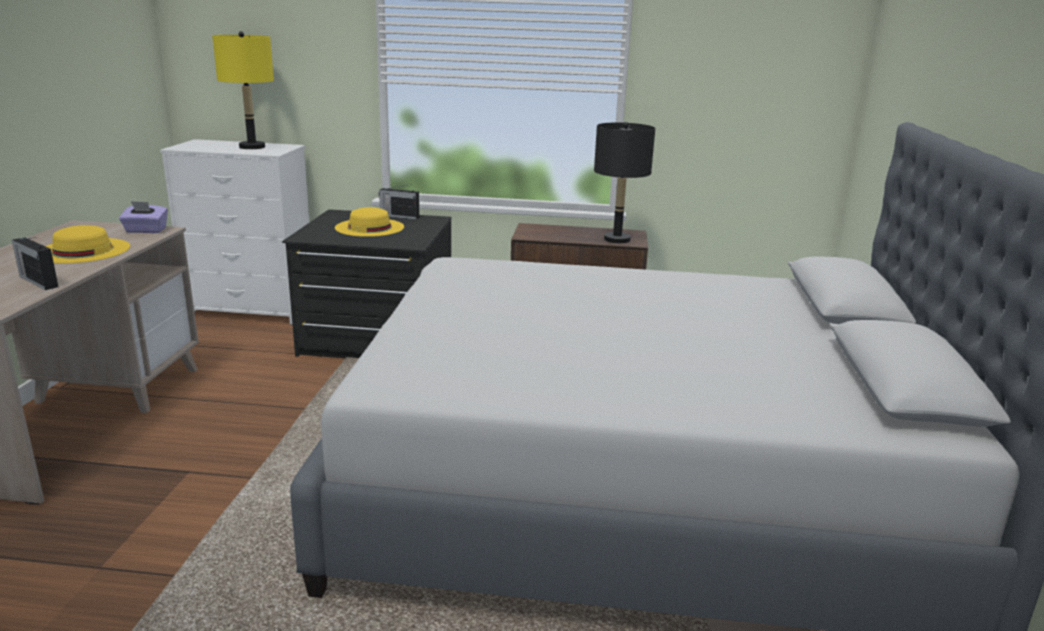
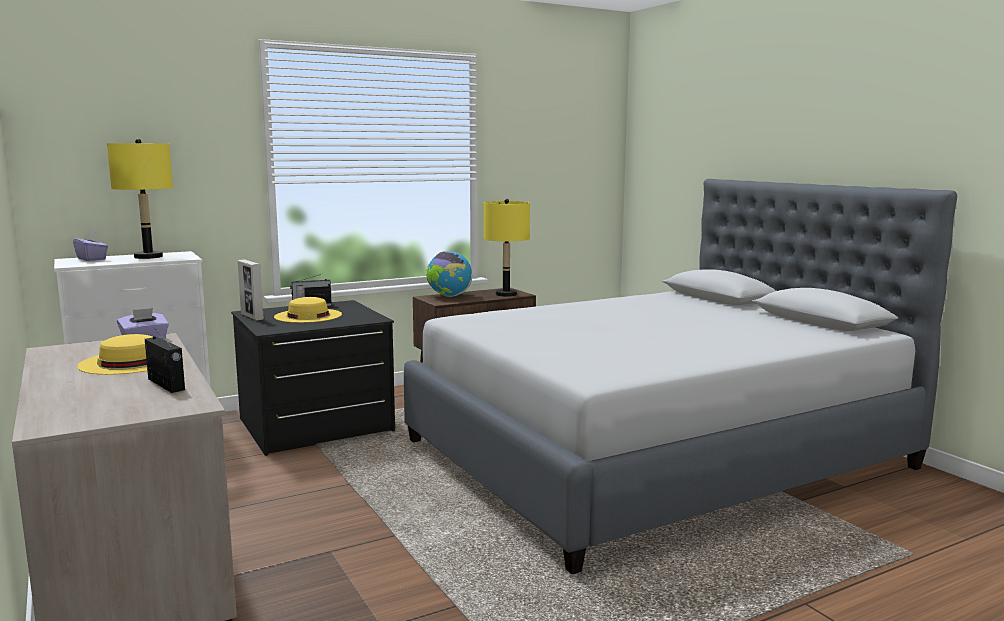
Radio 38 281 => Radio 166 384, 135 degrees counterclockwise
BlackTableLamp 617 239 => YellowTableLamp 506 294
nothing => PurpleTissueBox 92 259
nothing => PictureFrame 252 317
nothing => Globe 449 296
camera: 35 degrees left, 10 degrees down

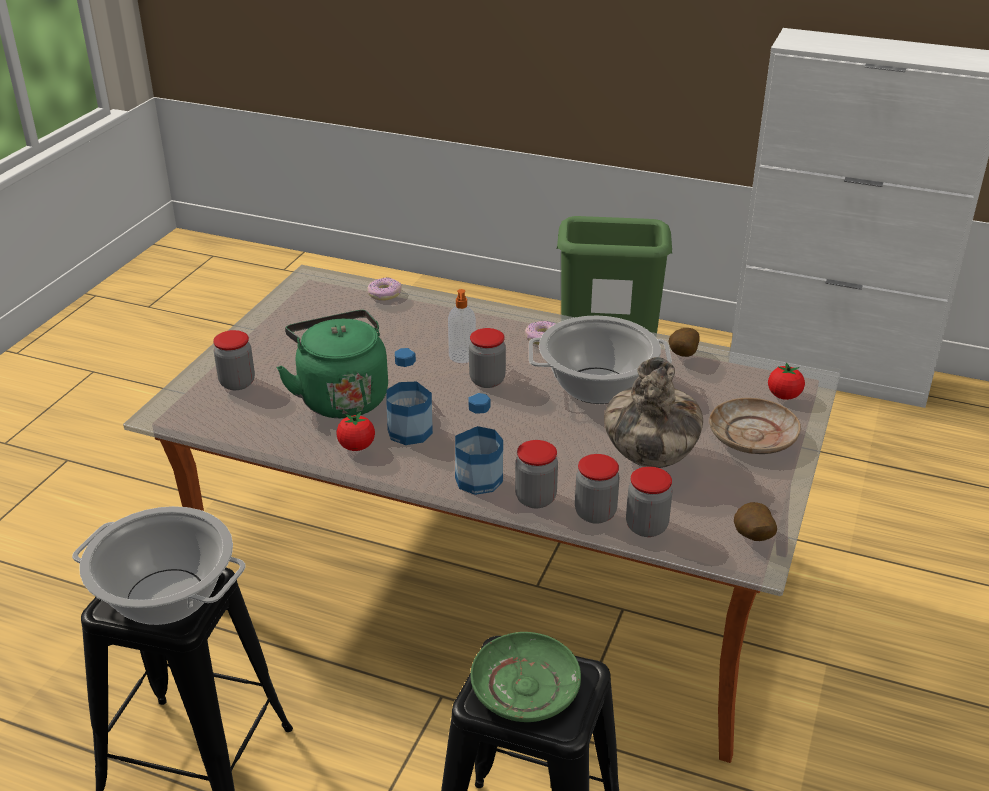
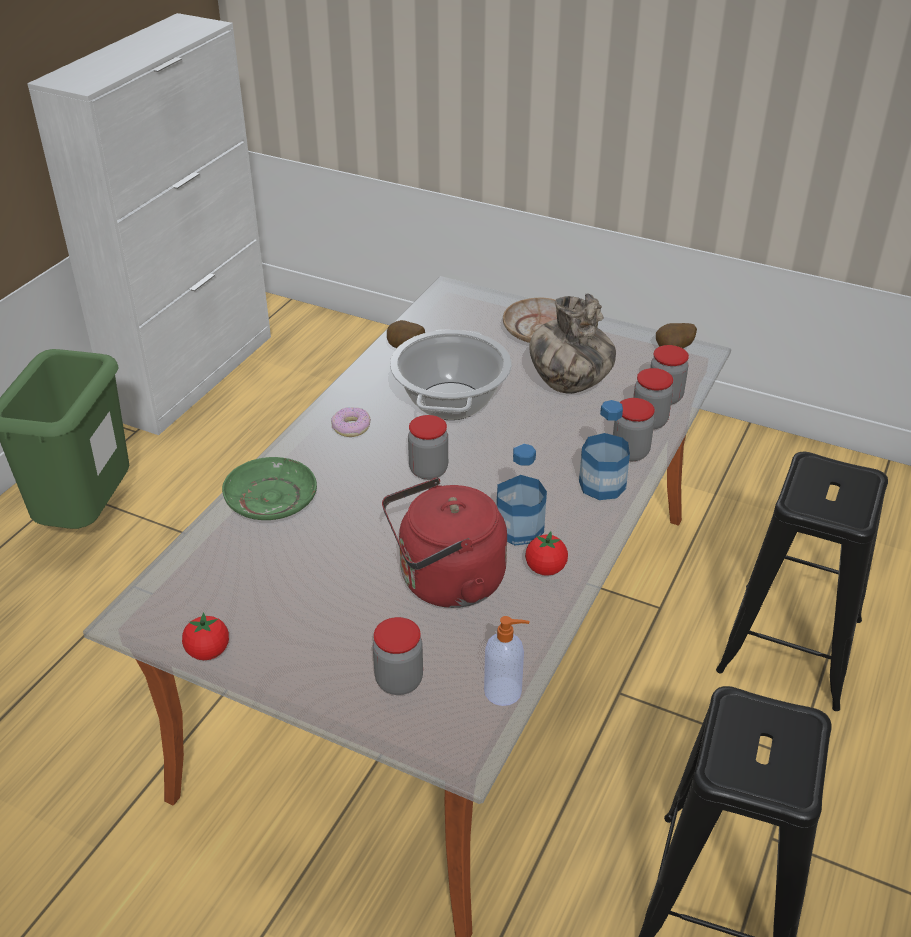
CookingPot 167 597 => nothing
GreenKettle 341 397 => RedKettle 446 582
Donut 384 294 => nothing
SoapDispenser 462 357 => SoapDispenser 504 691, relocated
GreenPlate 526 688 => GreenPlate 271 499, relocated
Tomato 784 396 => Tomato 208 651, relocated
camera: 85 degrees left, 5 degrees up

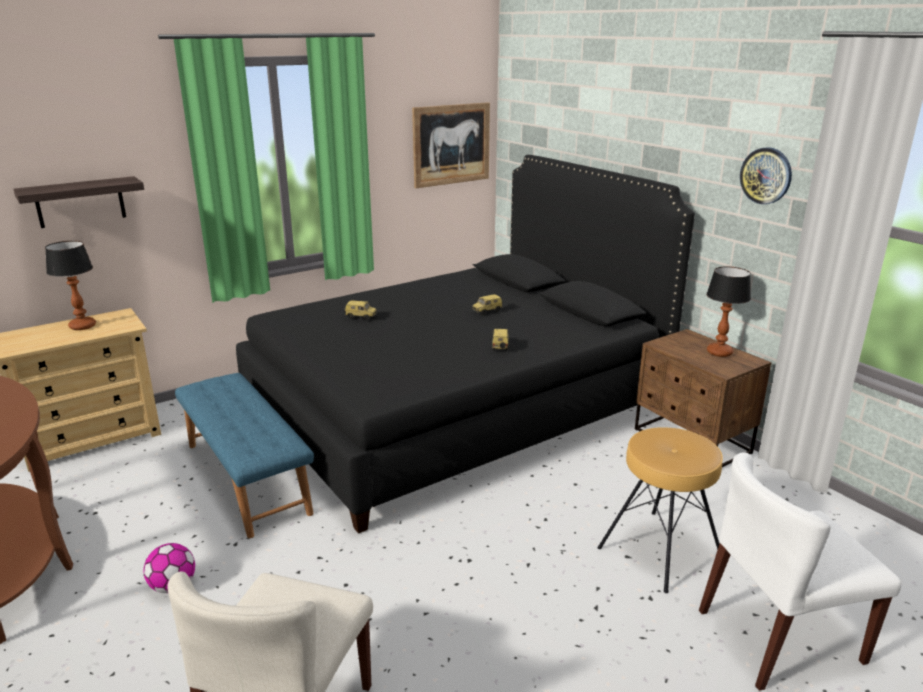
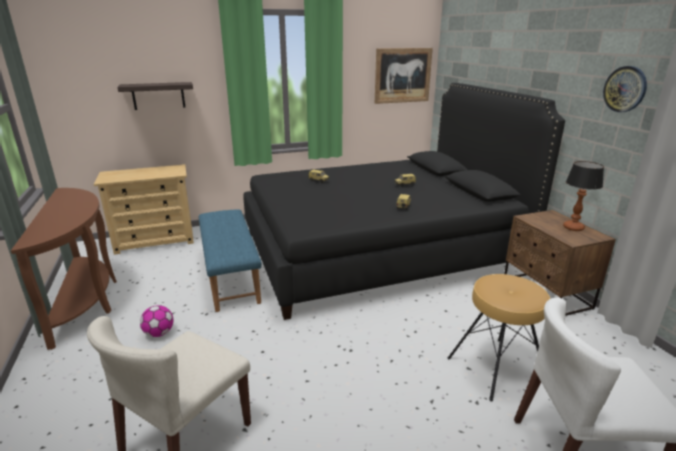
TableLamp 82 326 => nothing
camera: 15 degrees right, 0 degrees up

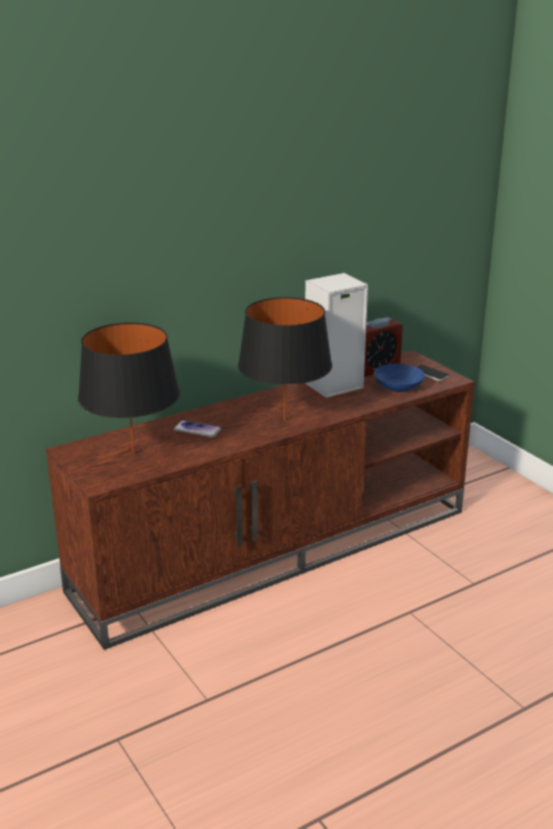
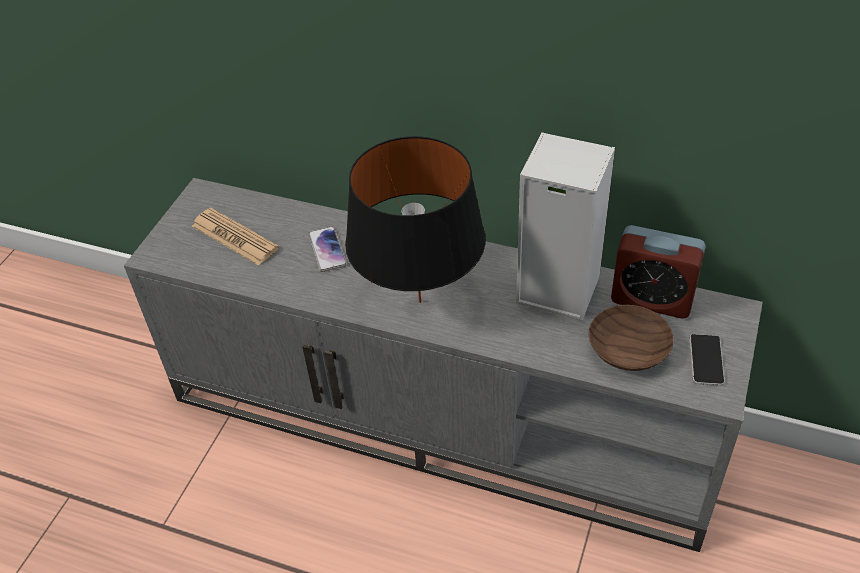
BrownTvStand 275 548 => GreyTvStand 443 418
BlackTableLamp 133 453 => Newspaper 234 237
BlueBowl 397 386 => BrownBowl 626 349
camera: 55 degrees right, 20 degrees up

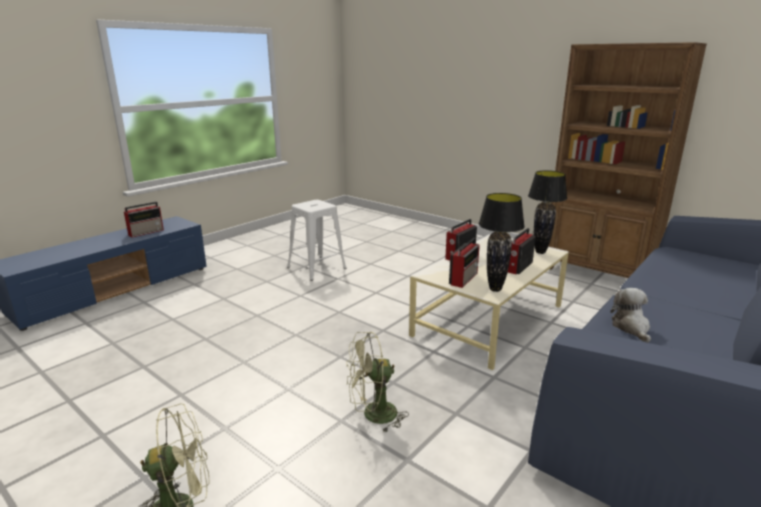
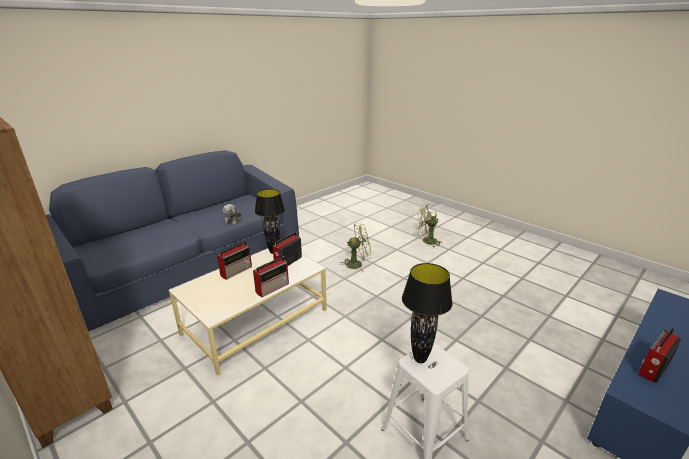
BlackTableLamp 540 252 => BlackTableLamp 420 359, relocated
camera: 175 degrees left, 5 degrees up

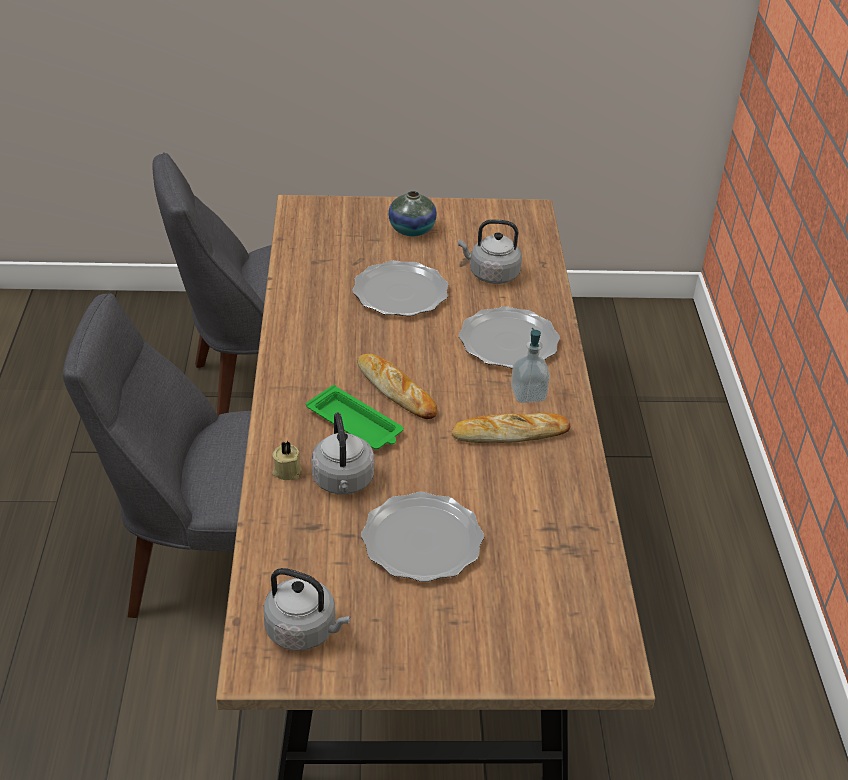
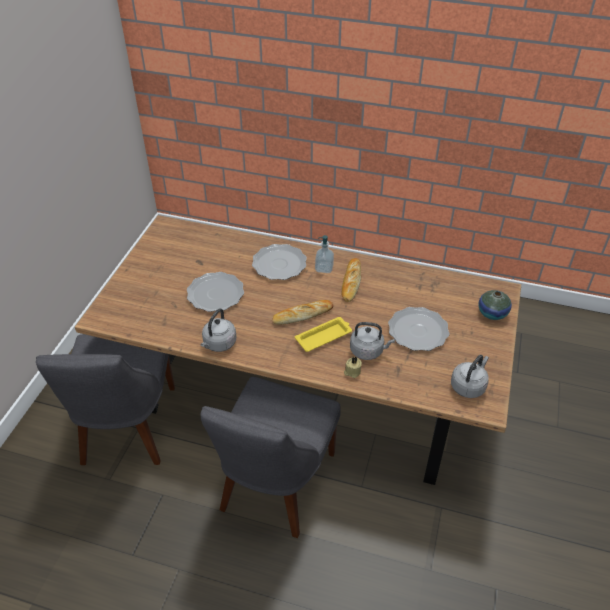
GreenTray 356 424 => YellowTray 324 336
Vase 411 230 => Vase 492 313, relocated
GreyKettle 491 274 => GreyKettle 219 344, relocated
camera: 70 degrees left, 5 degrees up

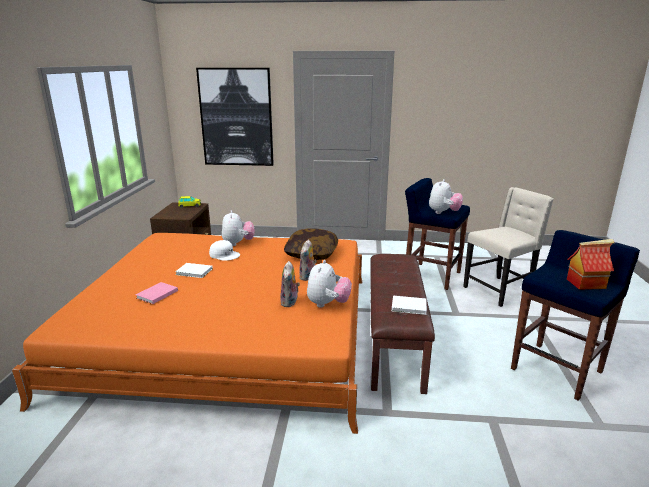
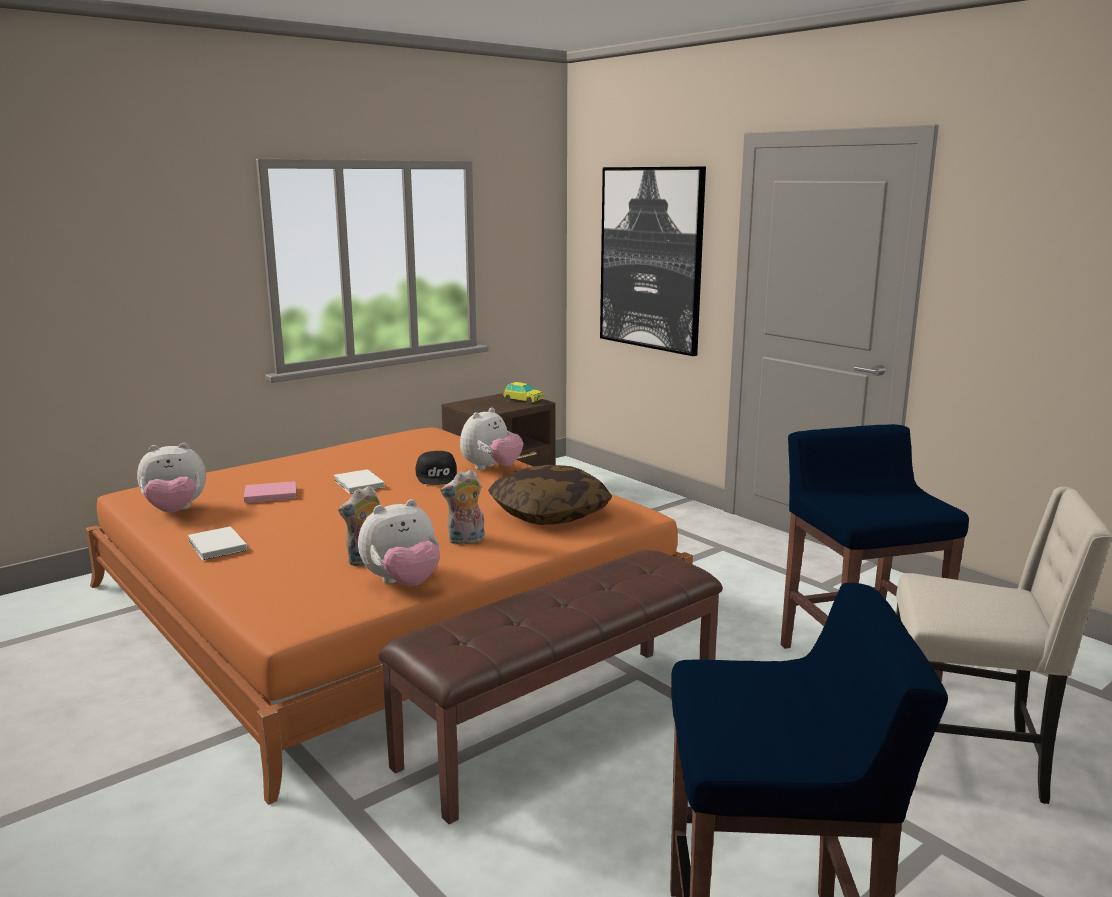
WhiteCap 224 255 => BlackCap 438 476
WhiteBook 410 307 => WhiteBook 216 546, relocated
PlushToy 443 212 => PlushToy 175 511, relocated
ToyHouse 586 283 => nothing
camera: 45 degrees right, 5 degrees down

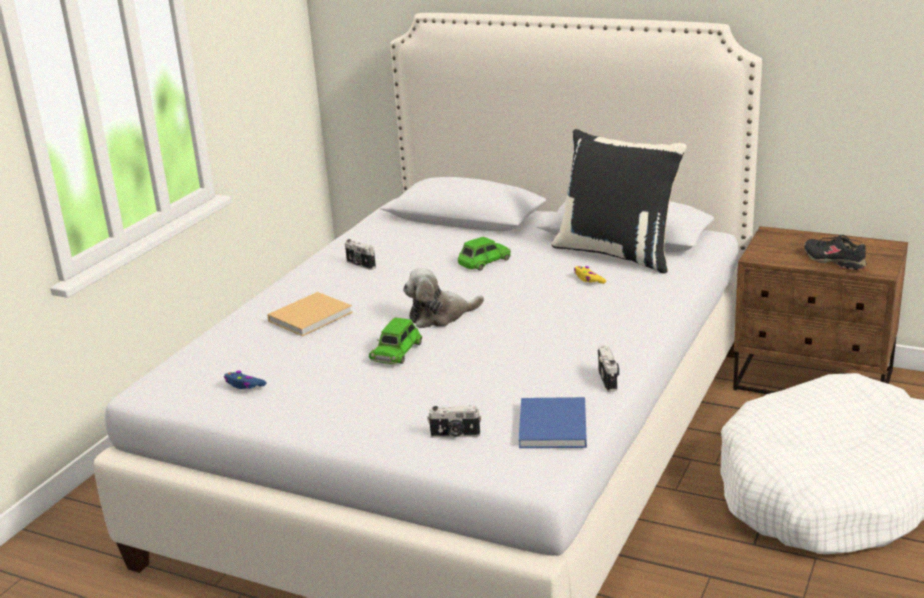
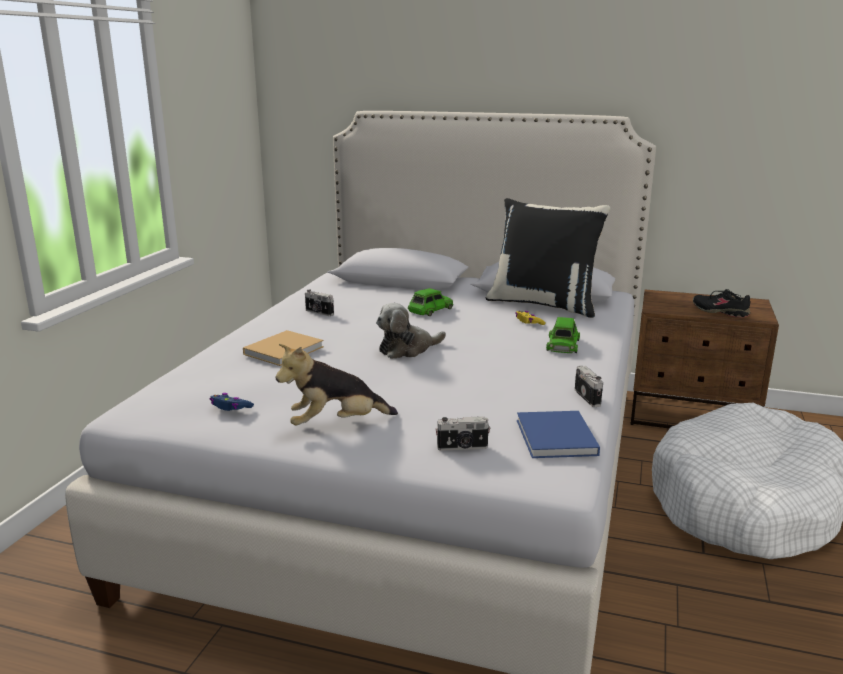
GreenToyCar 396 351 => GreenToyCar 562 345, relocated
nothing => PlushToy 336 424
camera: 10 degrees left, 5 degrees down

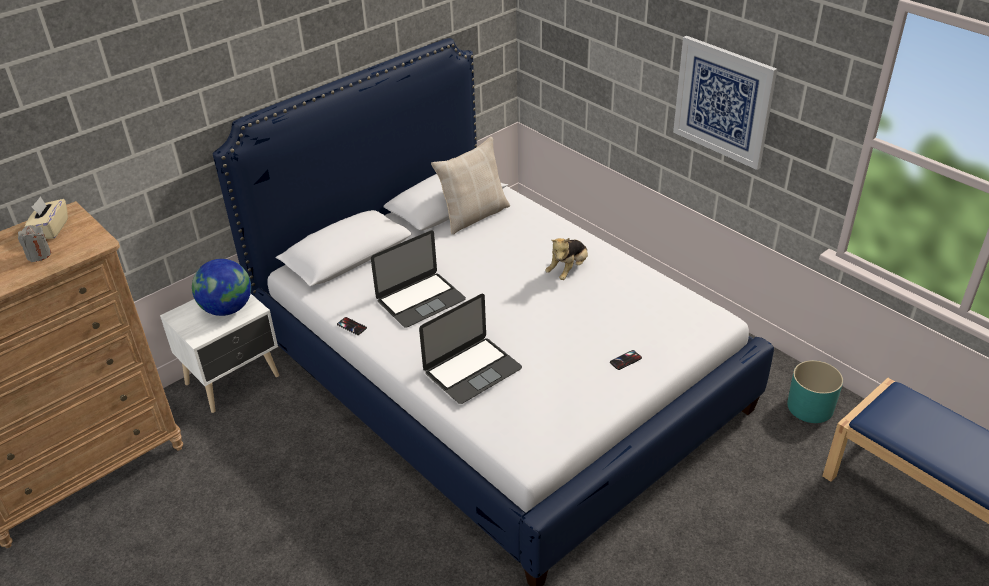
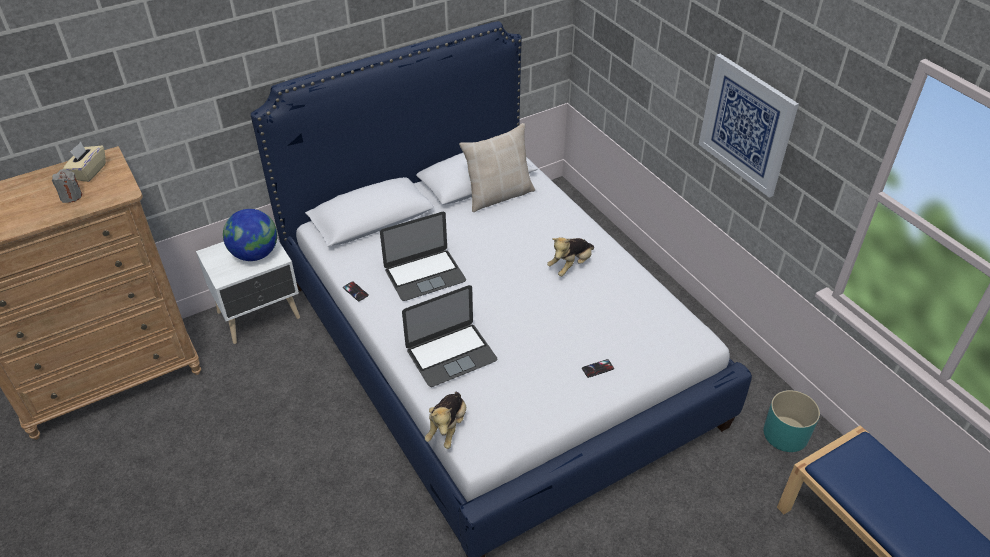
nothing => PlushToy 447 427
camera: 10 degrees right, 5 degrees up

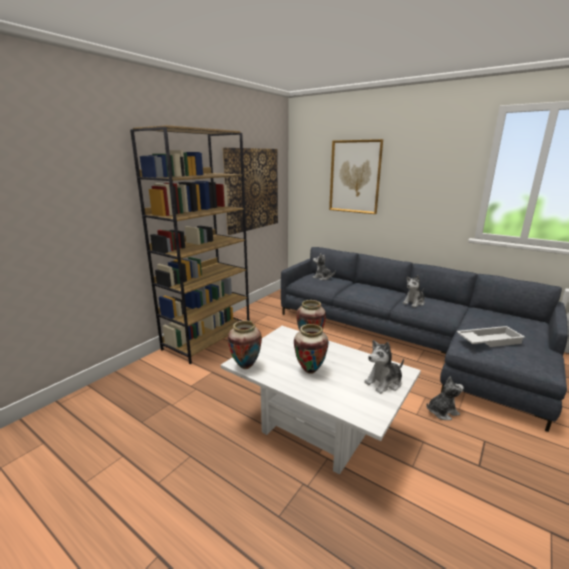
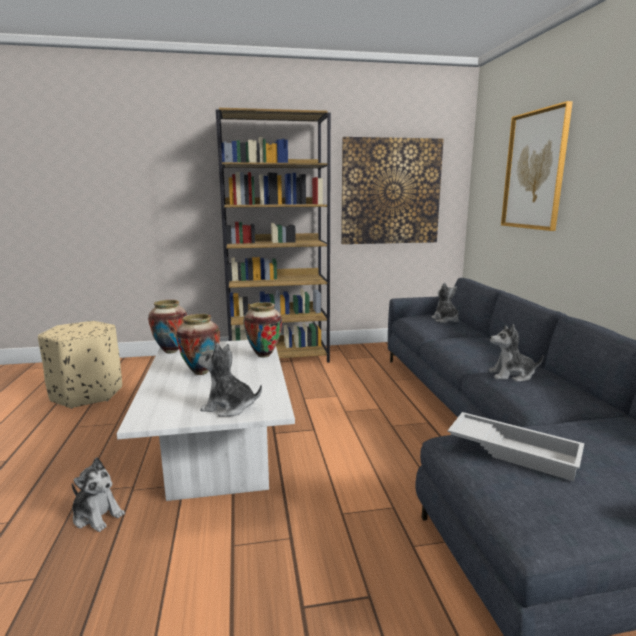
PlushToy 442 412 => PlushToy 97 515, relocated
nothing => BeigeOttoman 87 394
camera: 45 degrees right, 5 degrees down

